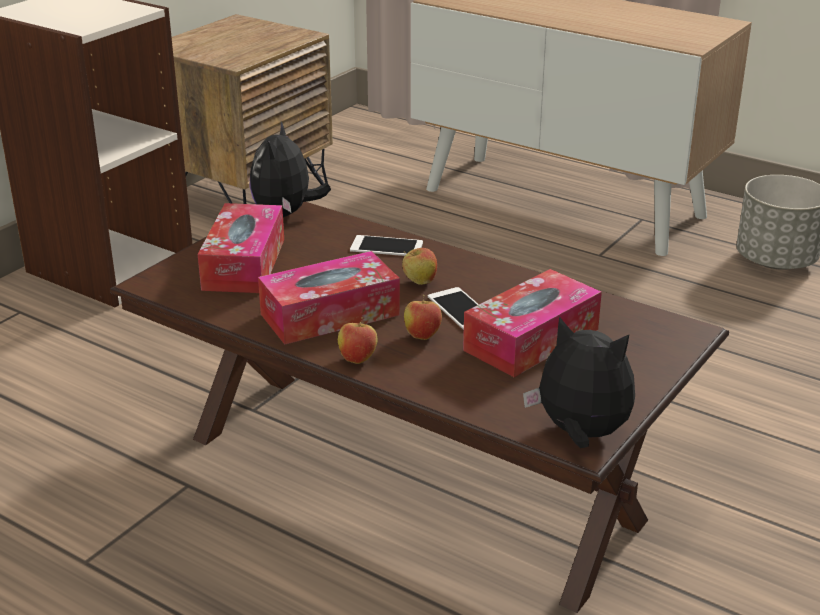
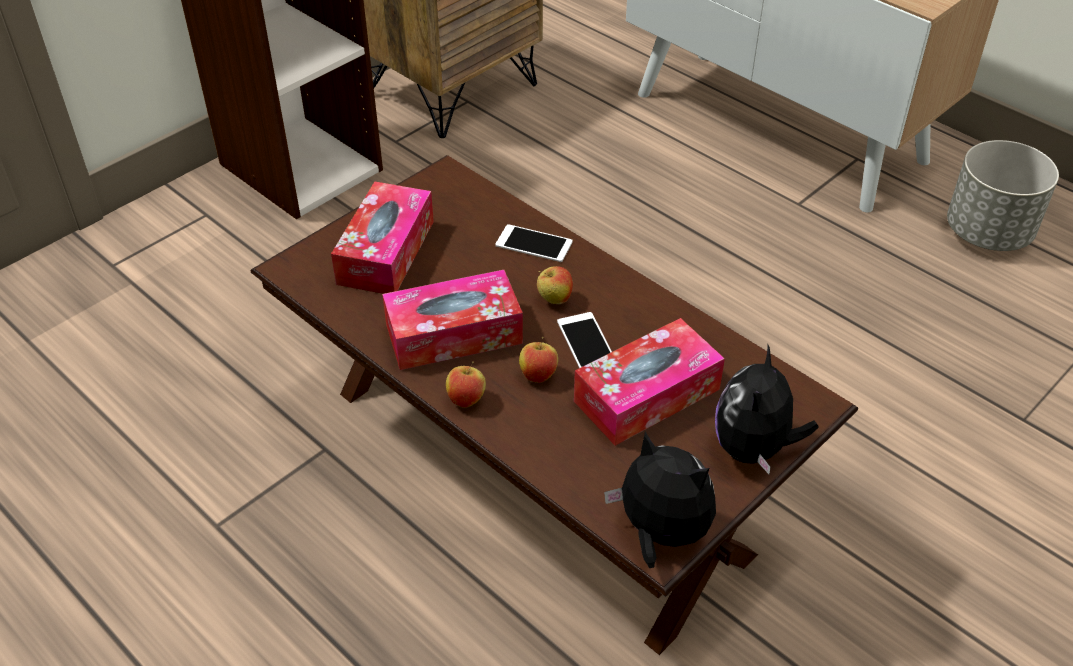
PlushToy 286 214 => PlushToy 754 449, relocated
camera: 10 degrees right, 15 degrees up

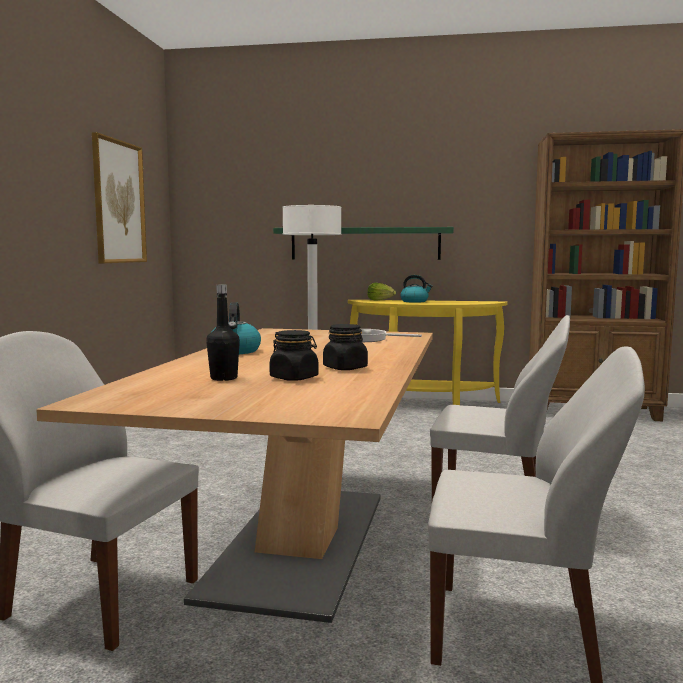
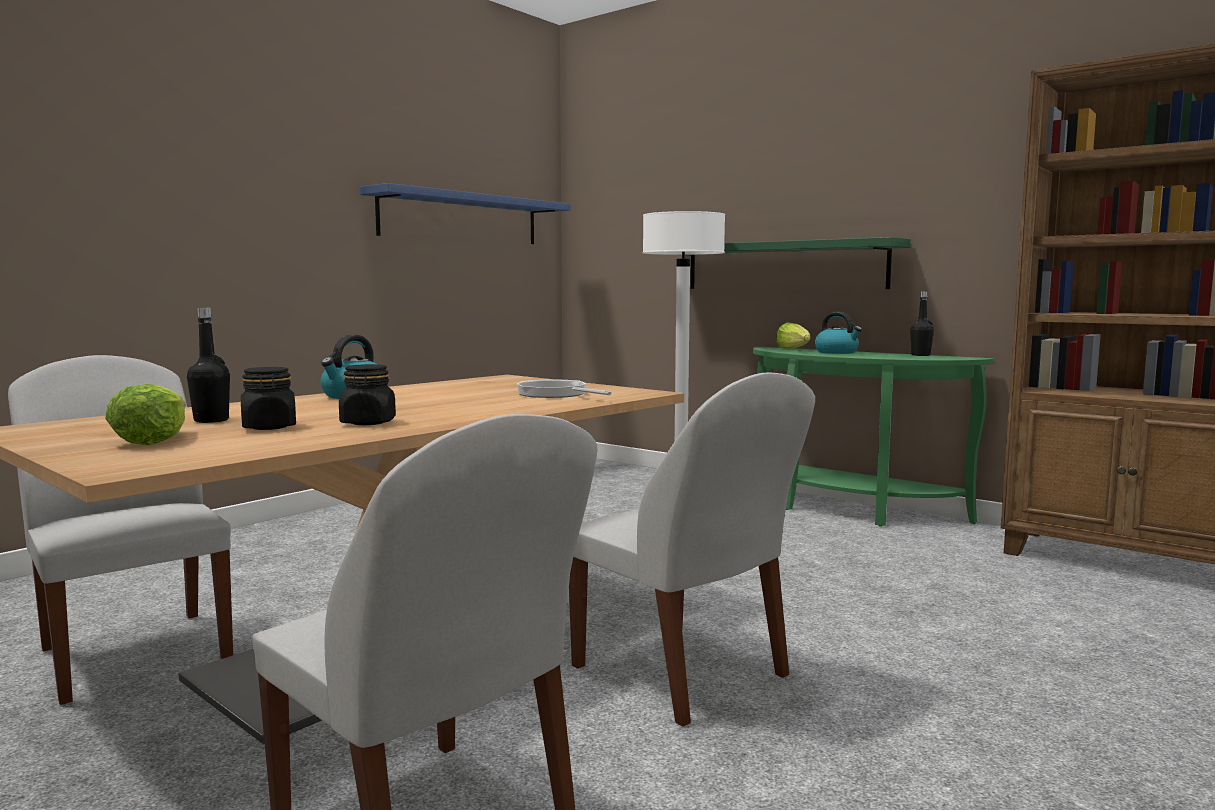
Picture 118 202 => BlueShelf 461 218
YellowConsoleTable 423 404 => GreenConsoleTable 845 509
nothing => Lettuce 152 440
nothing => BlackBottle 920 355
camera: 30 degrees right, 0 degrees up

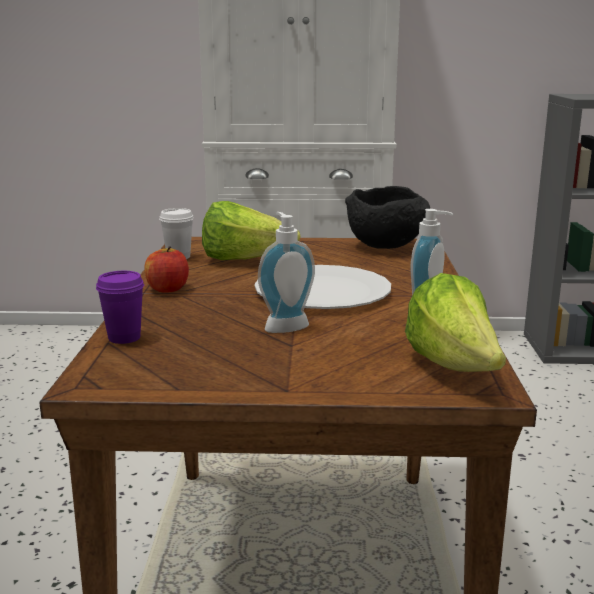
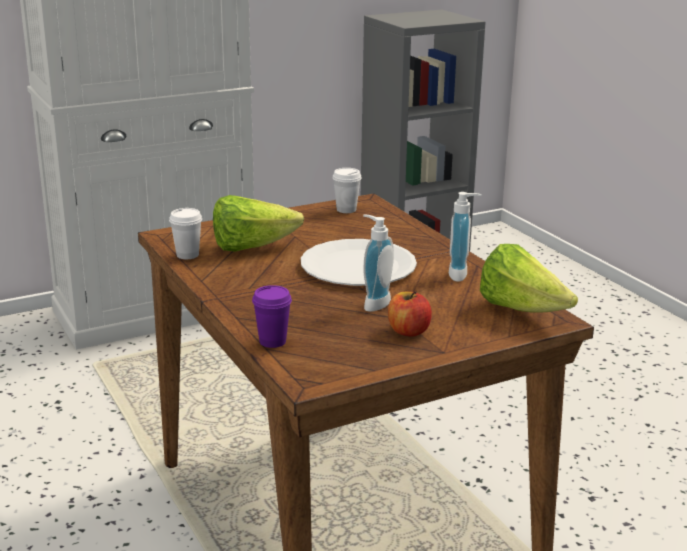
Apple 167 289 => Apple 408 331, relocated
BlackBowl 386 246 => WhiteCup 346 210
camera: 30 degrees left, 5 degrees up

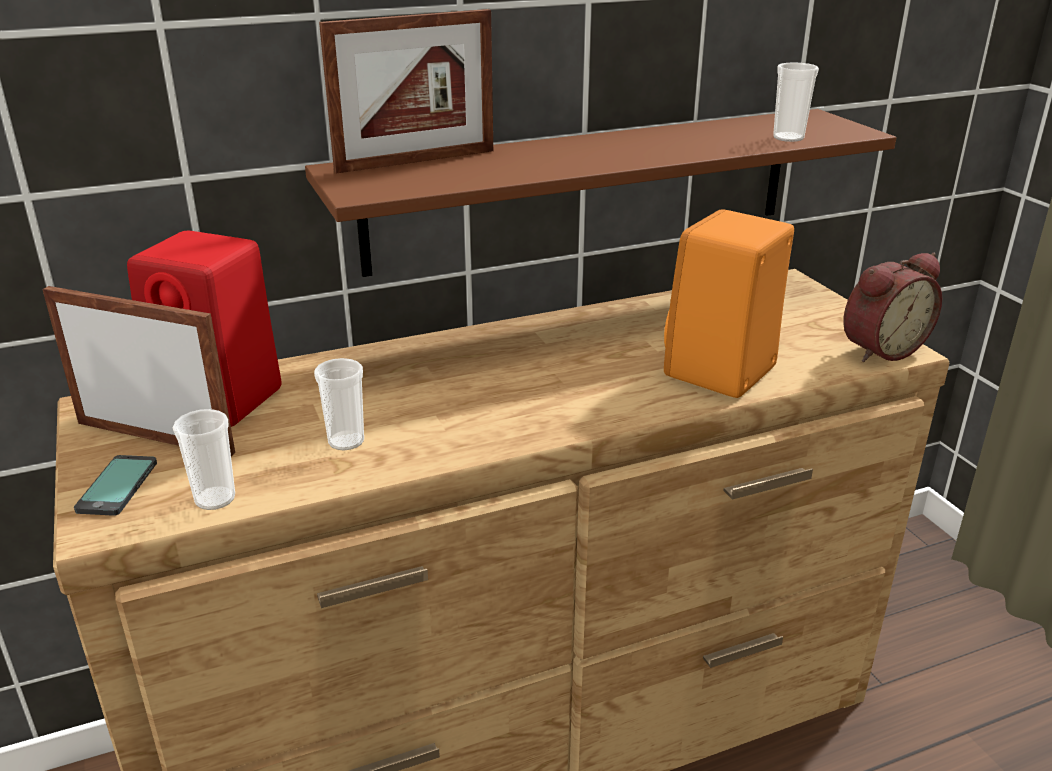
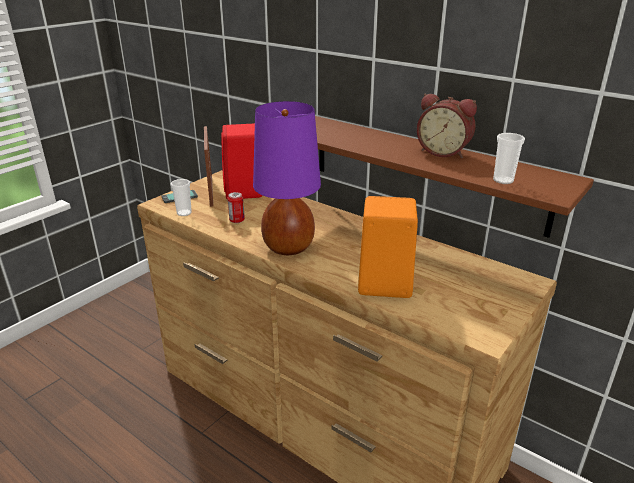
Cup 346 441 => Can 237 220
PictureFrame 416 161 => nothing
AlarmClock 879 349 => AlarmClock 444 152, relocated
nothing => PurpleTableLamp 288 247
camera: 60 degrees right, 0 degrees up

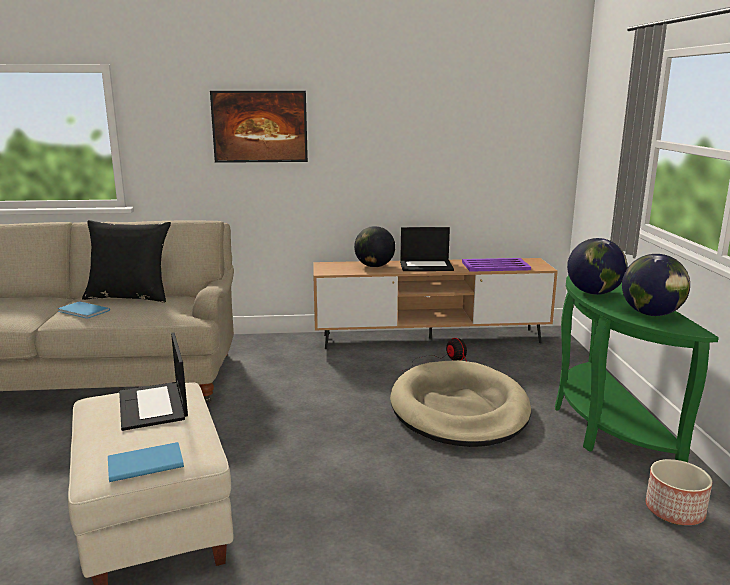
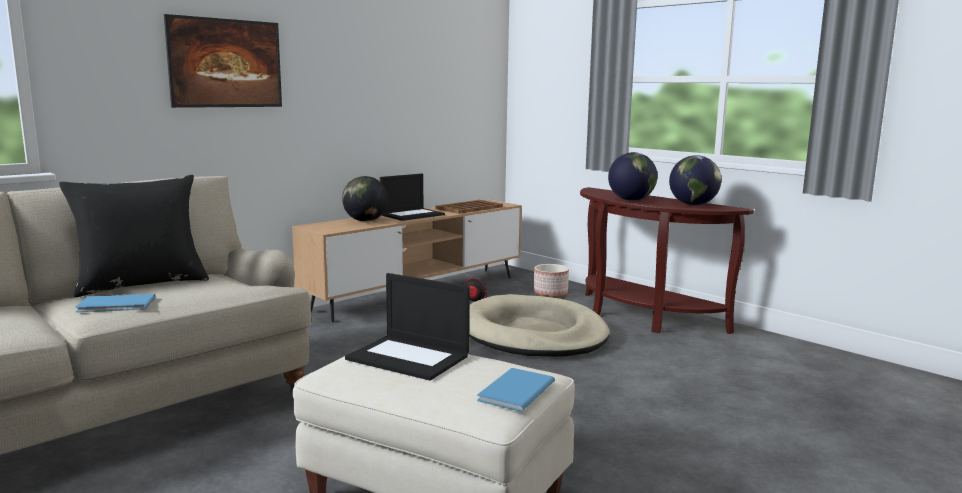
PurpleTray 496 266 => BrownTray 470 208
GreenConsoleTable 603 426 => BrownConsoleTable 641 316
Planter 675 511 => Planter 551 293, relocated
camera: 40 degrees left, 5 degrees down

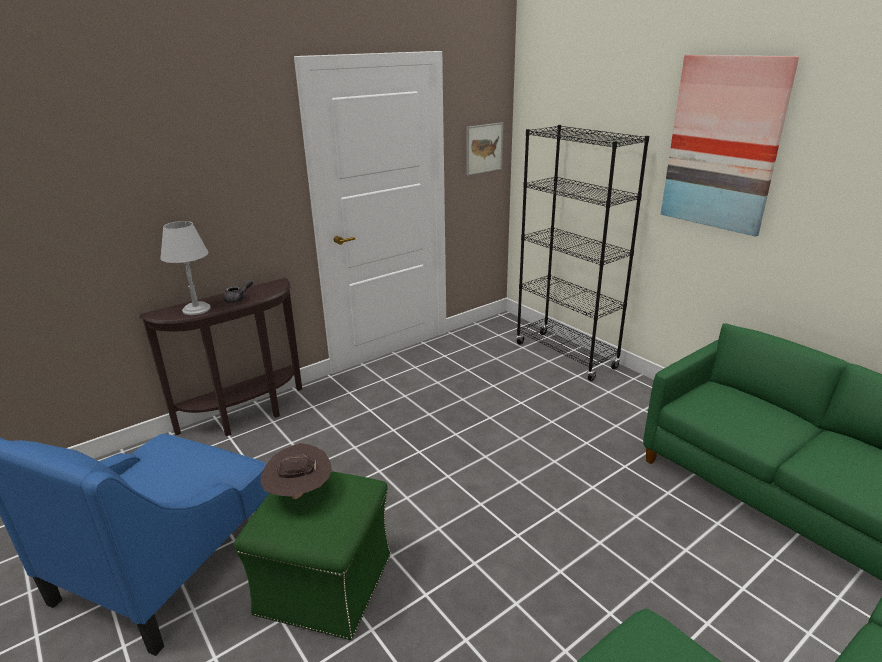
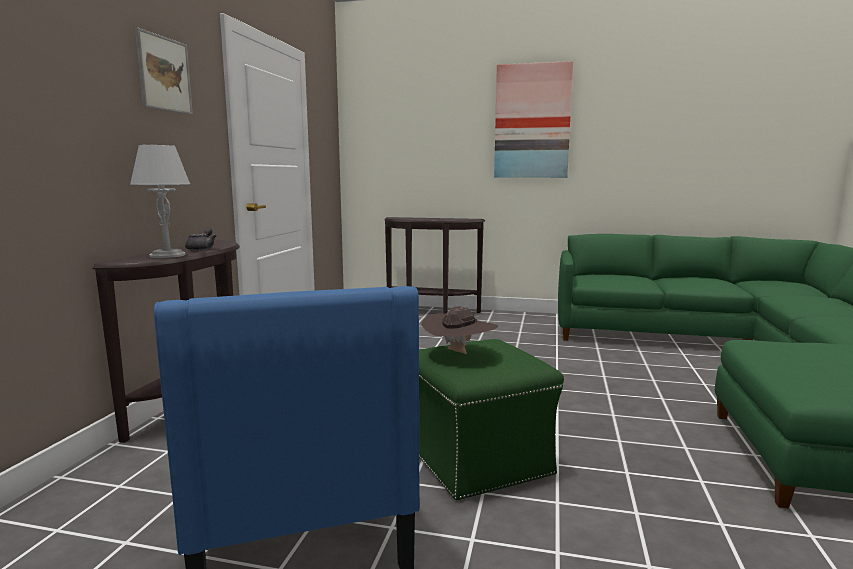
Picture 484 148 => Picture 164 74, relocated
BlackBookcase 565 356 => BrownConsoleTable 431 312
camera: 40 degrees left, 15 degrees down

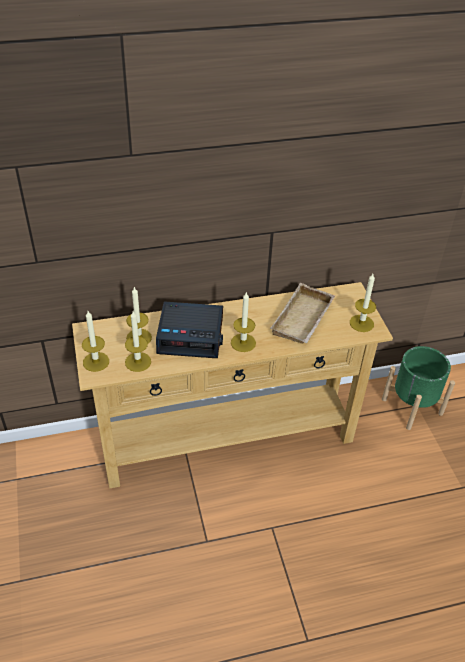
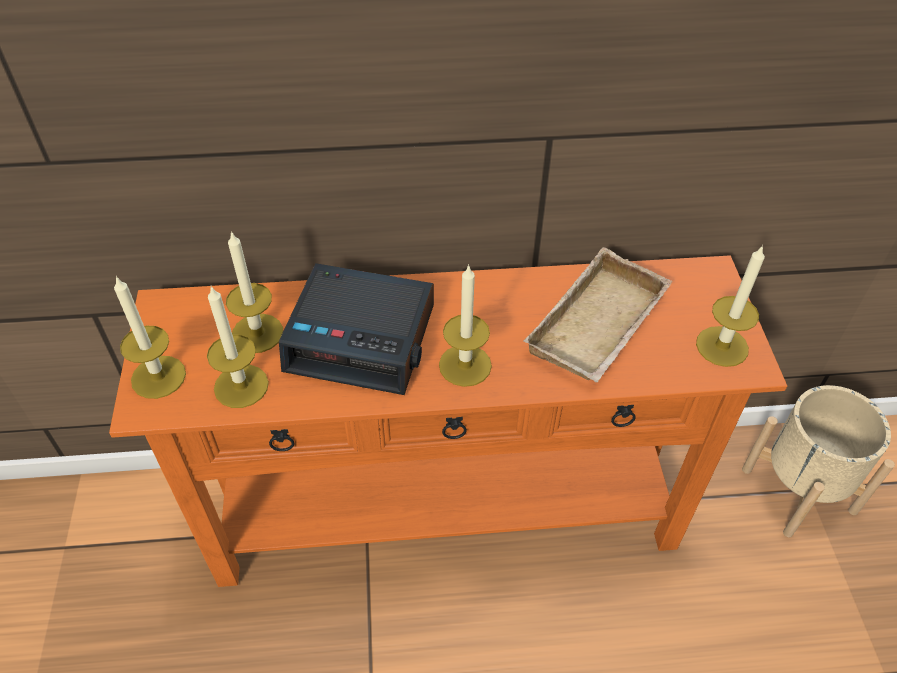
BeigeConsoleTable 227 438 => OrangeConsoleTable 446 514
GreenPlanter 411 406 => BeigePlanter 798 489
camera: 10 degrees right, 5 degrees up

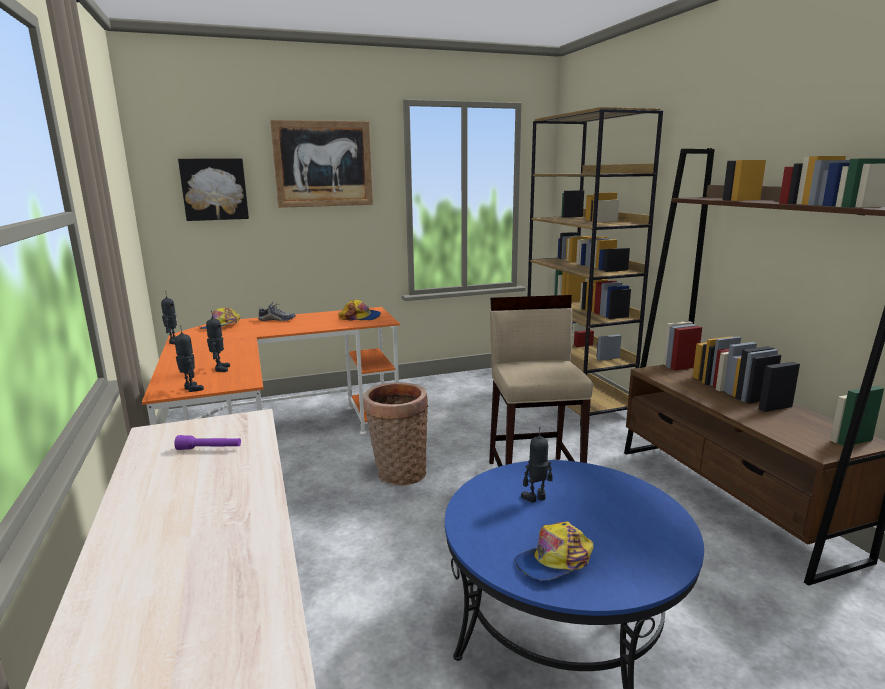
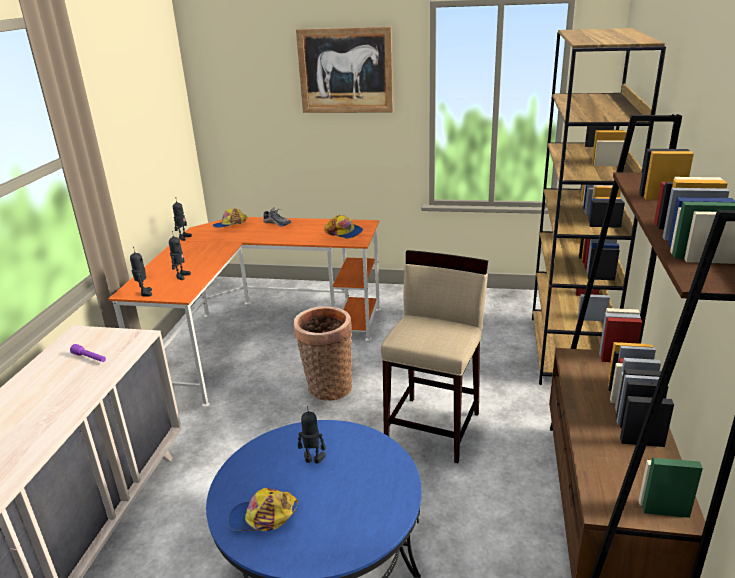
Picture 214 189 => nothing
camera: 30 degrees right, 10 degrees up

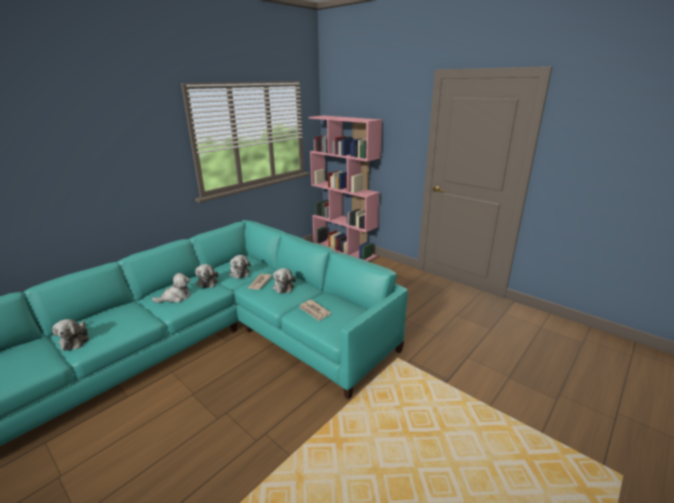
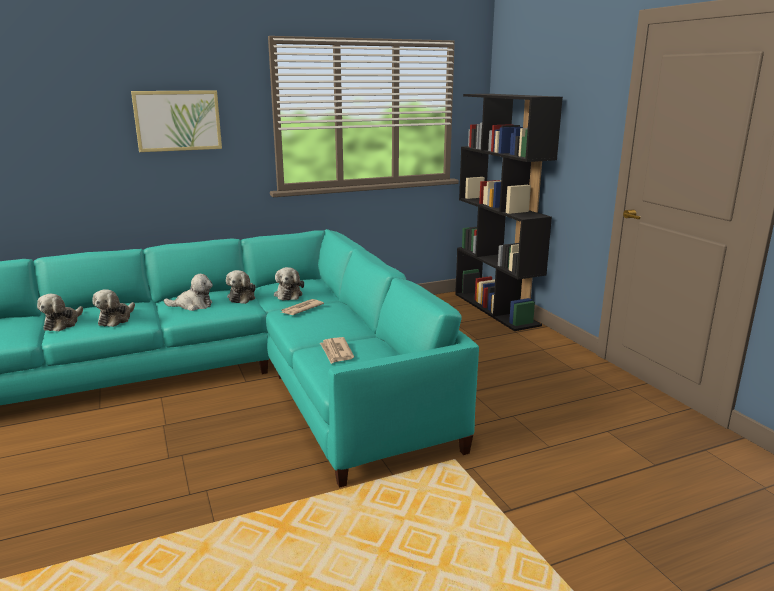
PlushToy 283 287 => PlushToy 116 319, relocated
PinkBookcase 344 250 => BlackBookcase 496 309
nothing => Picture 178 120
camera: 25 degrees right, 5 degrees down

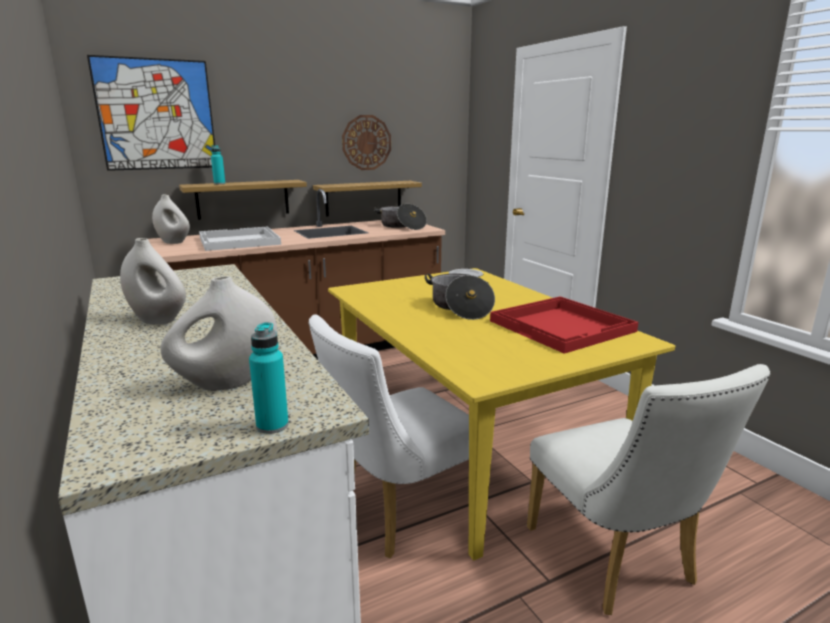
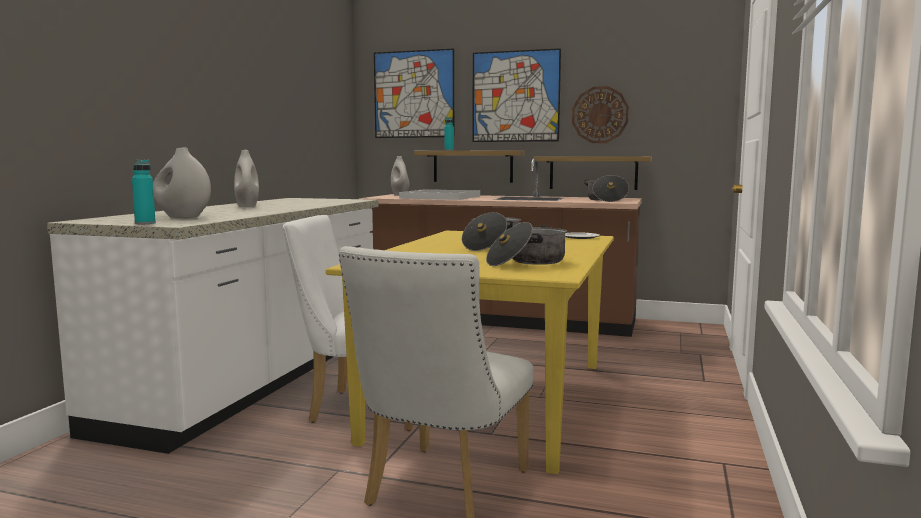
RedTray 563 326 => CookingPot 527 262
nothing => Picture 515 96
camera: 45 degrees right, 10 degrees down

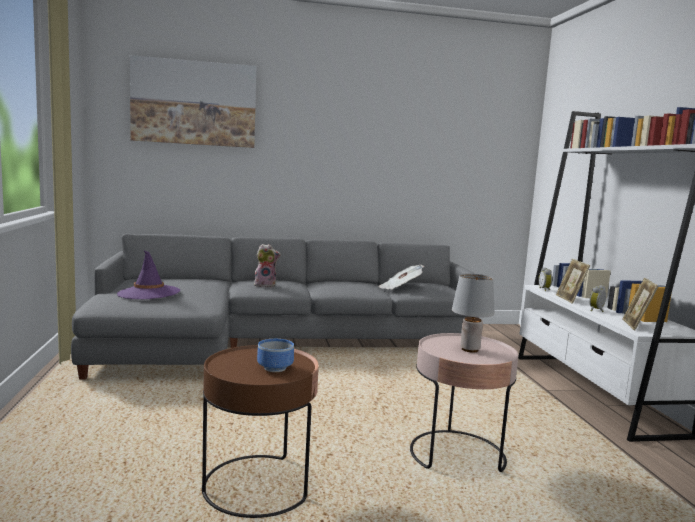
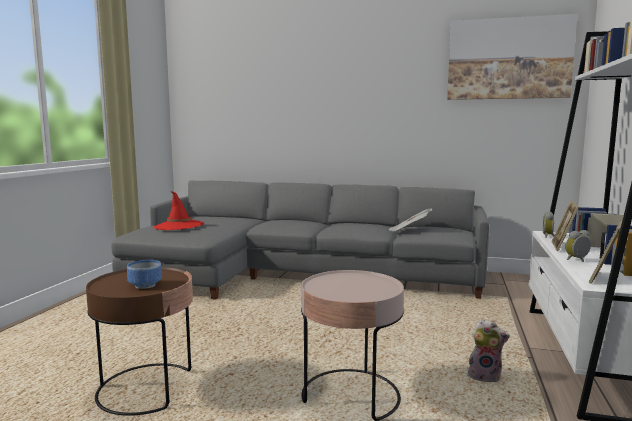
PurpleHat 148 293 => RedHat 179 226
Picture 194 103 => Picture 508 59, relocated
PlushToy 265 285 => PlushToy 485 376, relocated
GreyTableLamp 469 349 => nothing
camera: 25 degrees right, 0 degrees up

